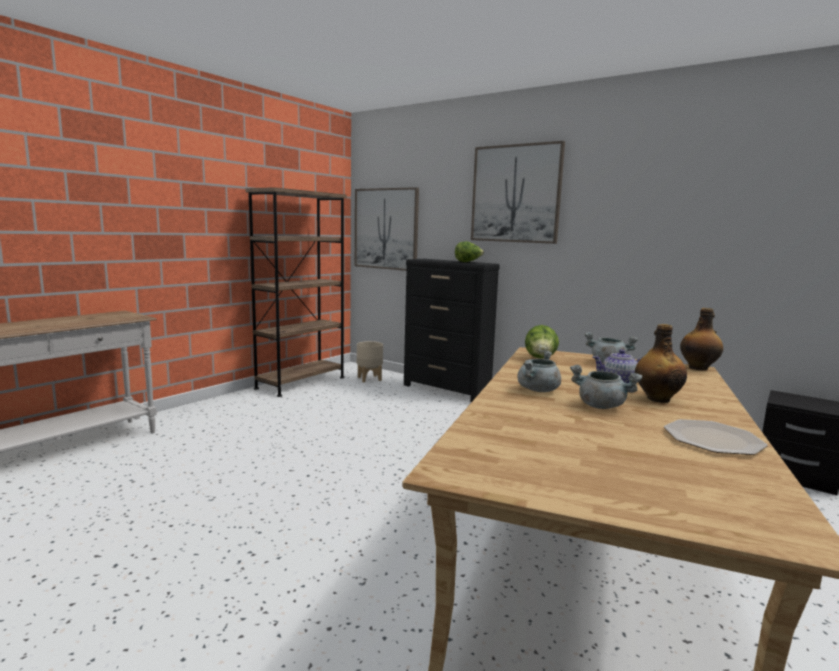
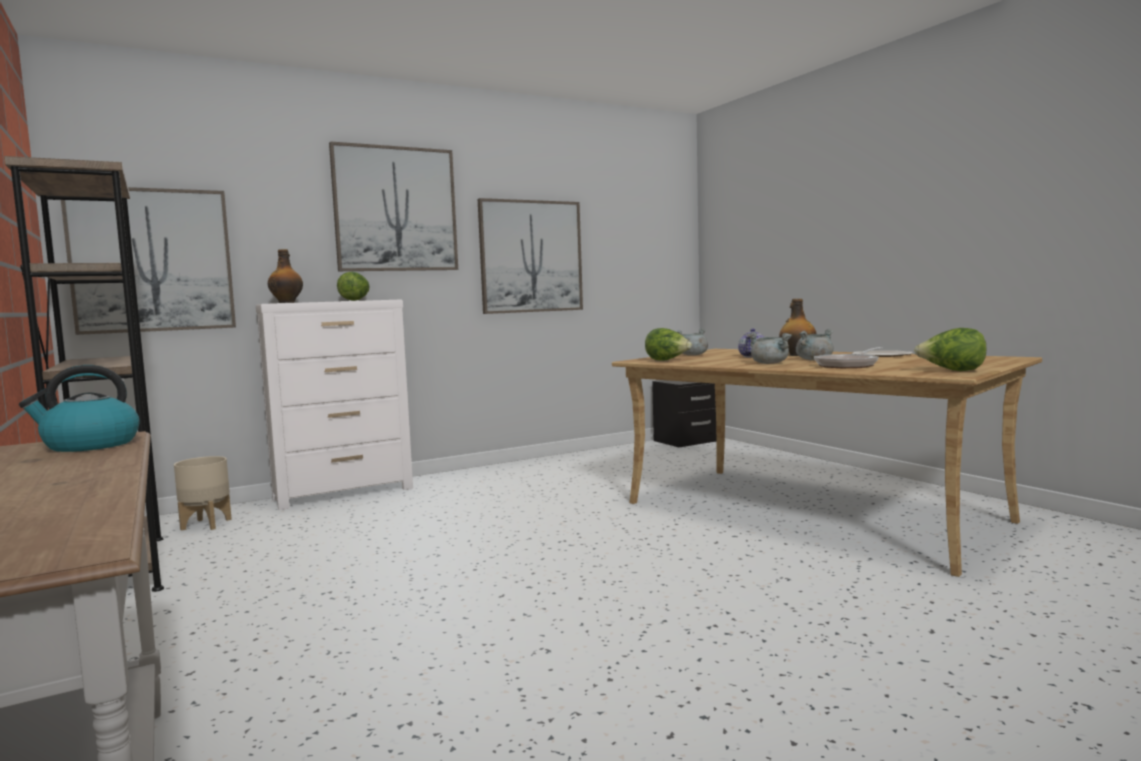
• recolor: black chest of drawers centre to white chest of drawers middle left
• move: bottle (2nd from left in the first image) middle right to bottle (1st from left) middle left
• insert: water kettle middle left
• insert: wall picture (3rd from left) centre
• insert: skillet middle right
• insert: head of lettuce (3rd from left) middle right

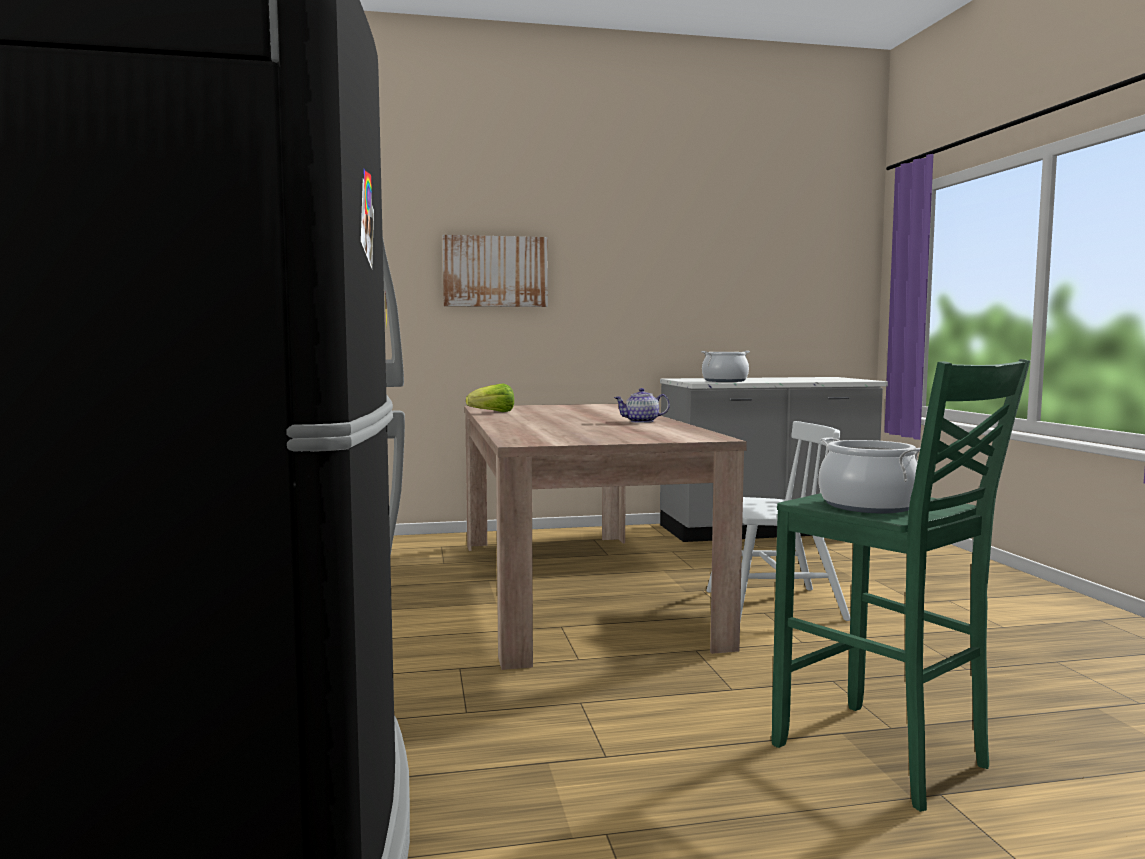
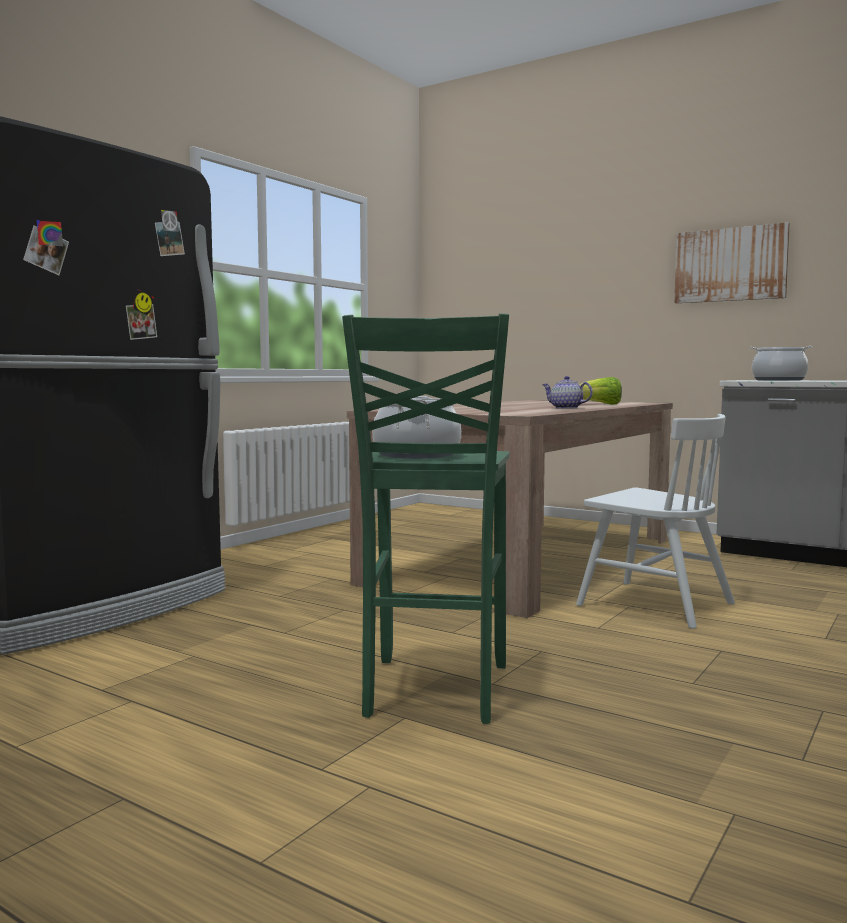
• move: wall picture top centre to top right
• move: head of lettuce centre to middle right

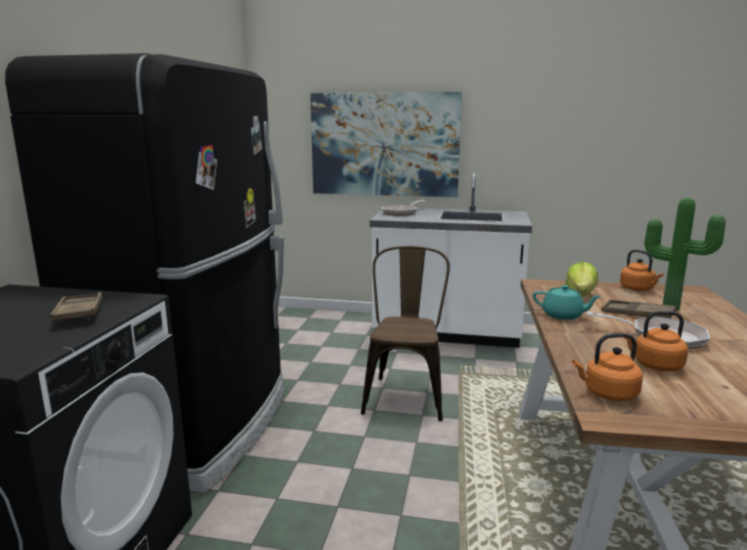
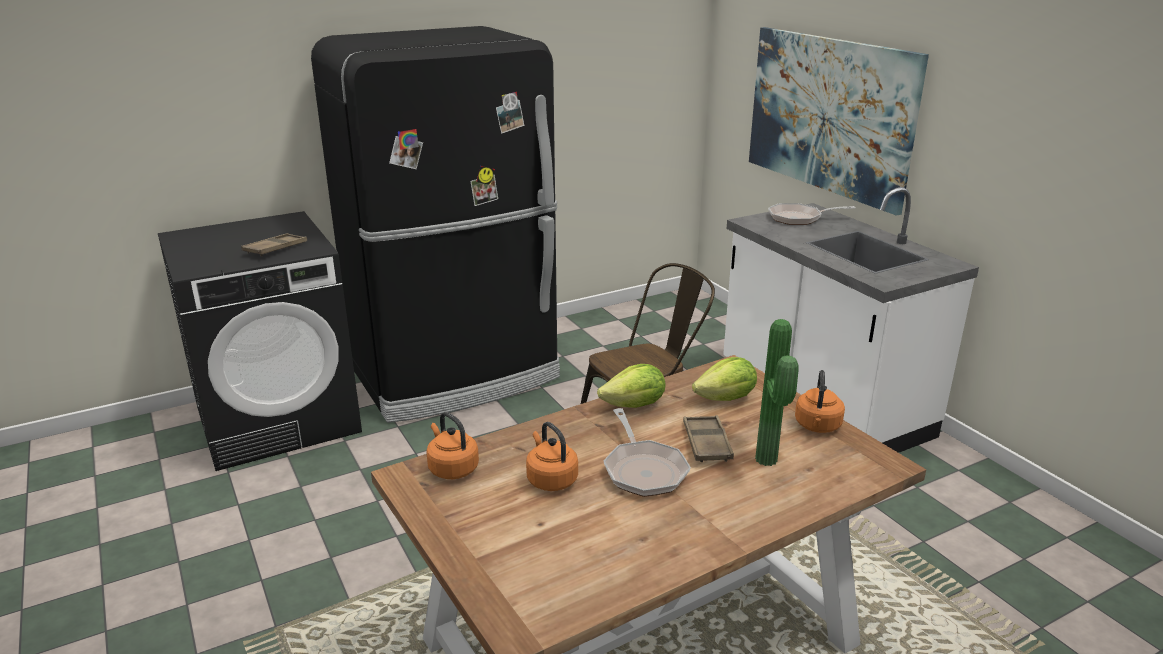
• replace: blue-green teapot middle right to head of lettuce (1st from left) centre

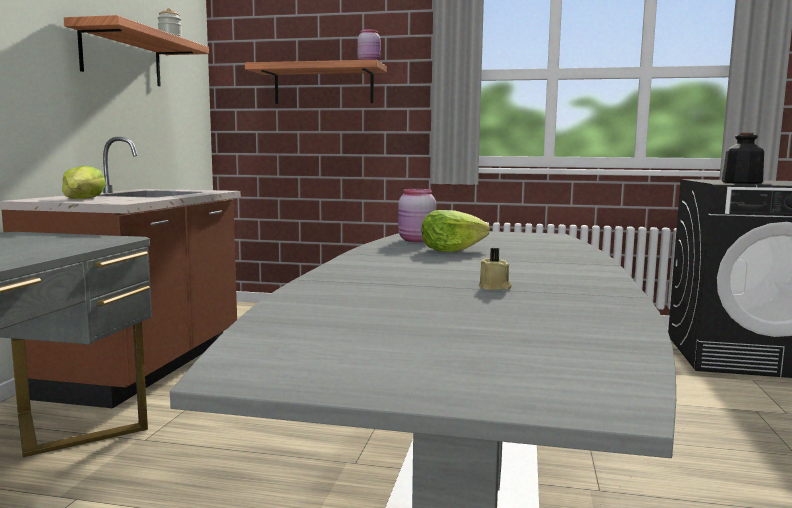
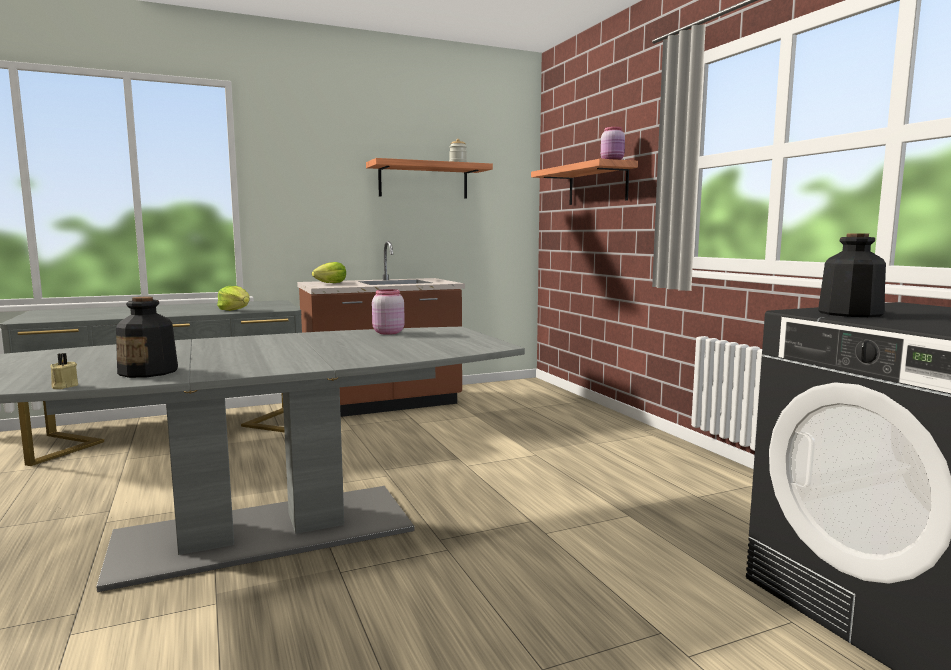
• move: head of lettuce (2nd from left in the first image) centre to head of lettuce (1st from left) middle left
• move: sand-coloured wax candle centre to middle left
• insert: bottle (1st from left) middle left

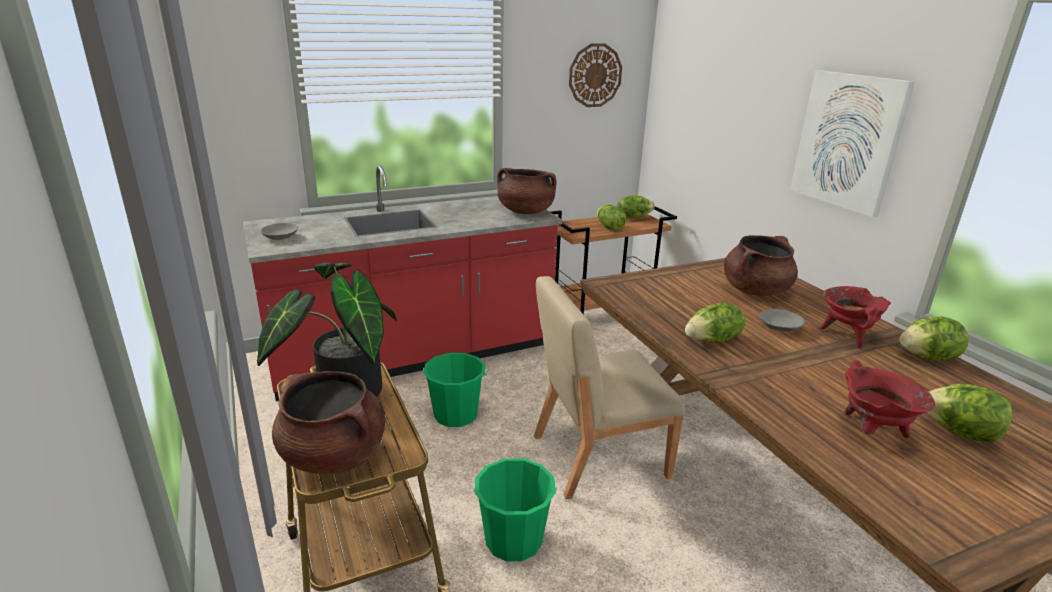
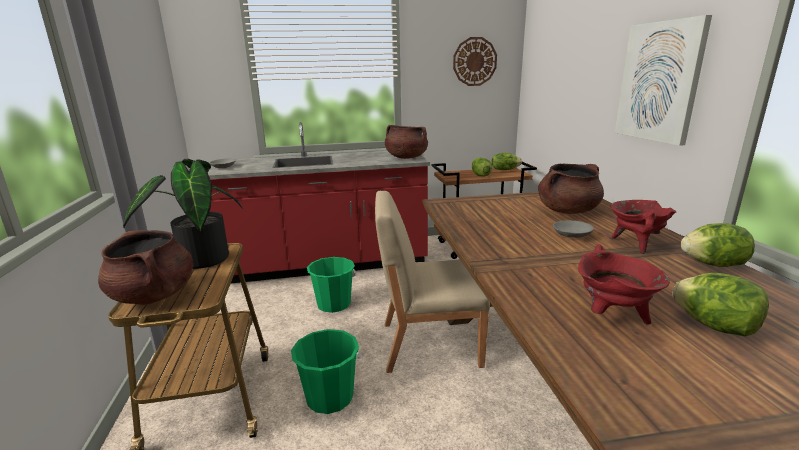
• delete: head of lettuce (3rd from left) middle right

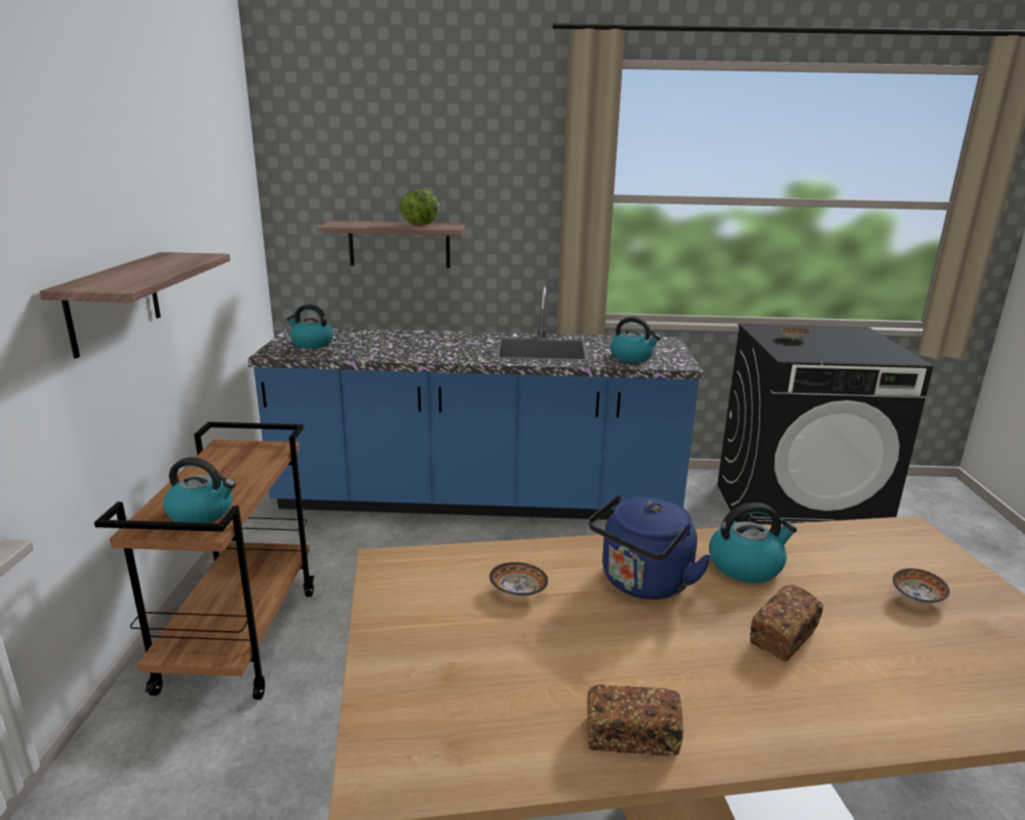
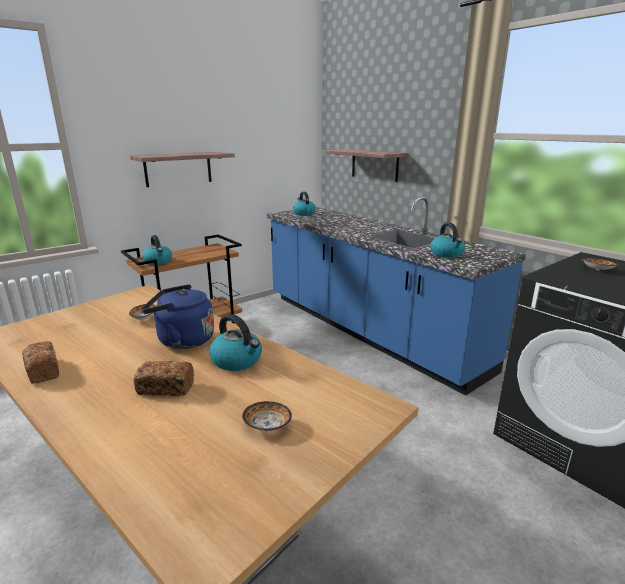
• delete: head of lettuce top centre

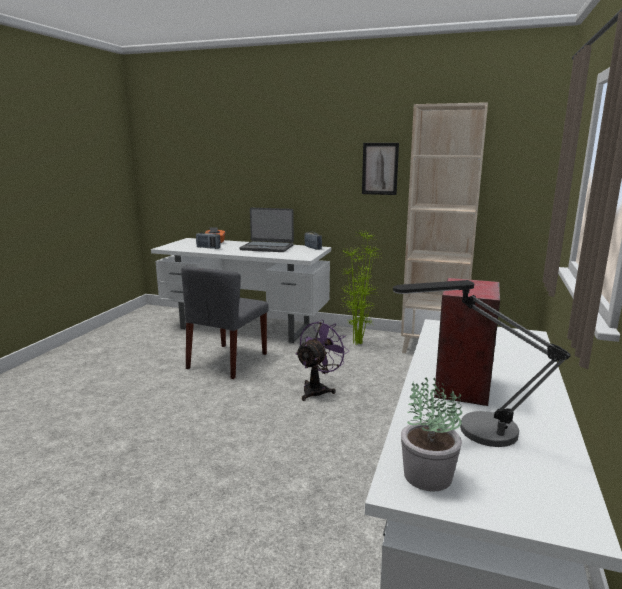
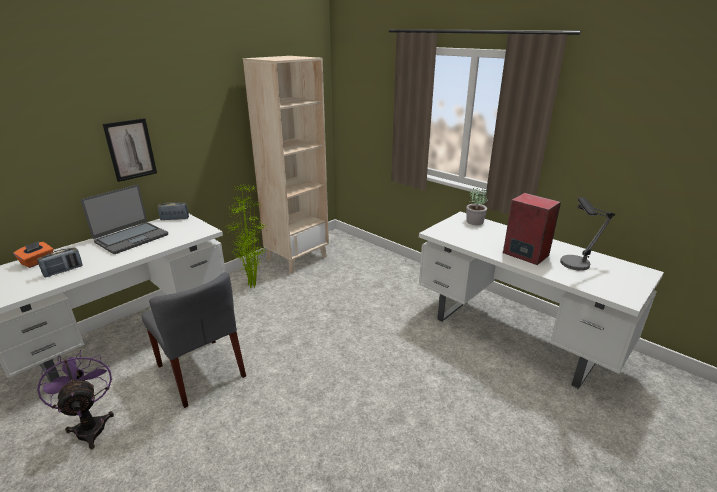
• move: purple fan centre to bottom left
• move: wall picture top centre to top left
• move: potted plant (2nd from left) bottom right to centre

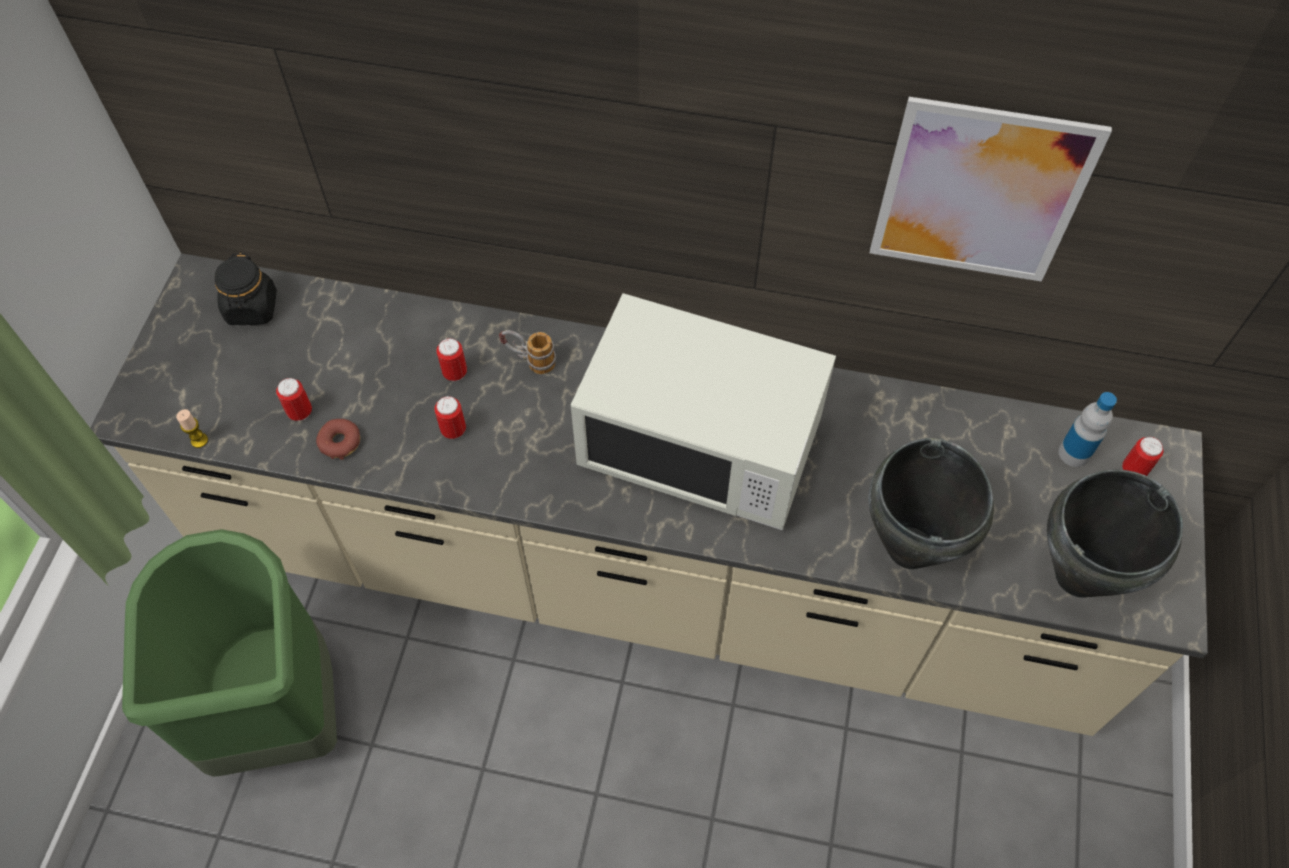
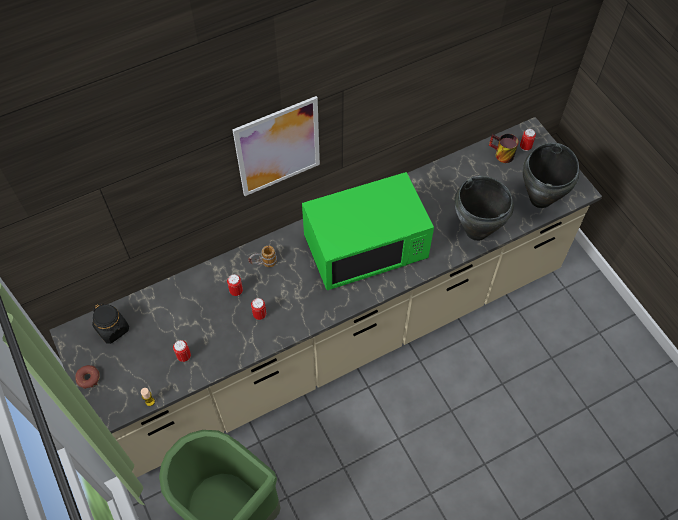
• move: donut middle left to bottom left
• recolor: white microwave oven centre to greenish microwave oven centre
• move: wall picture top right to top centre
• replace: bottle middle right to mug (2nd from left) top right

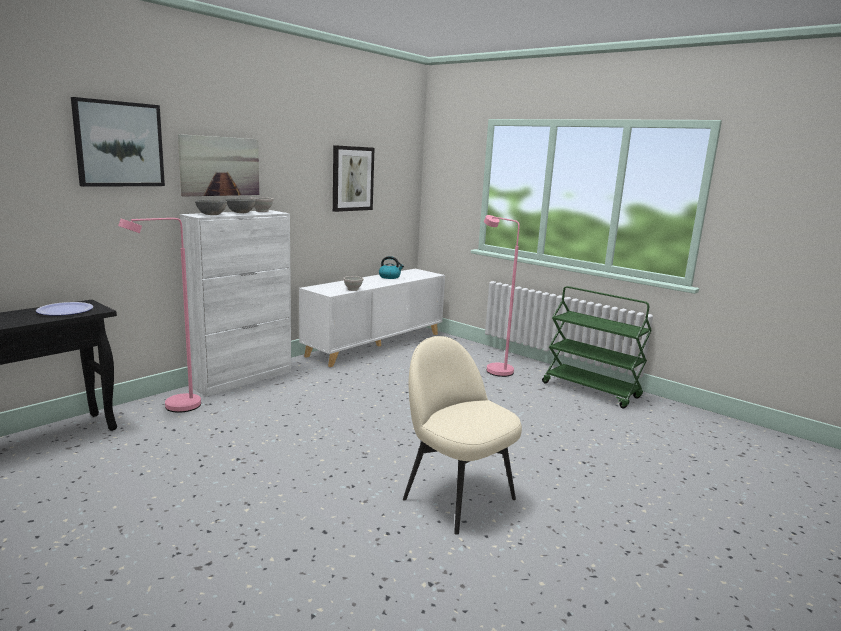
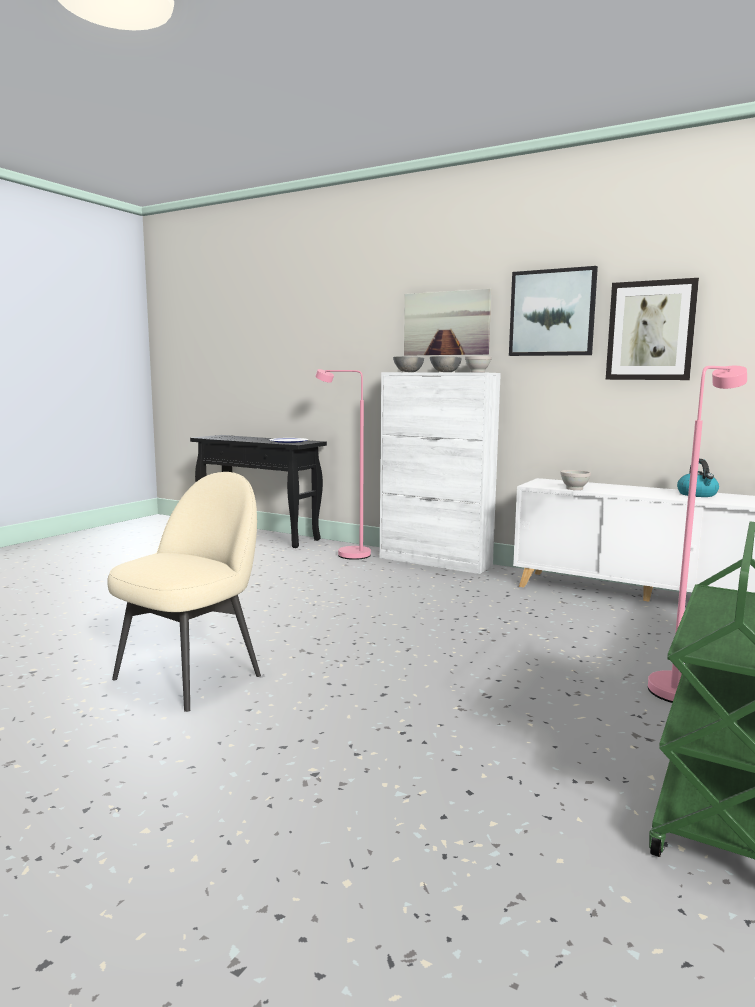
• move: wall picture (1st from left in the first image) top left to wall picture (2nd from left) top right

